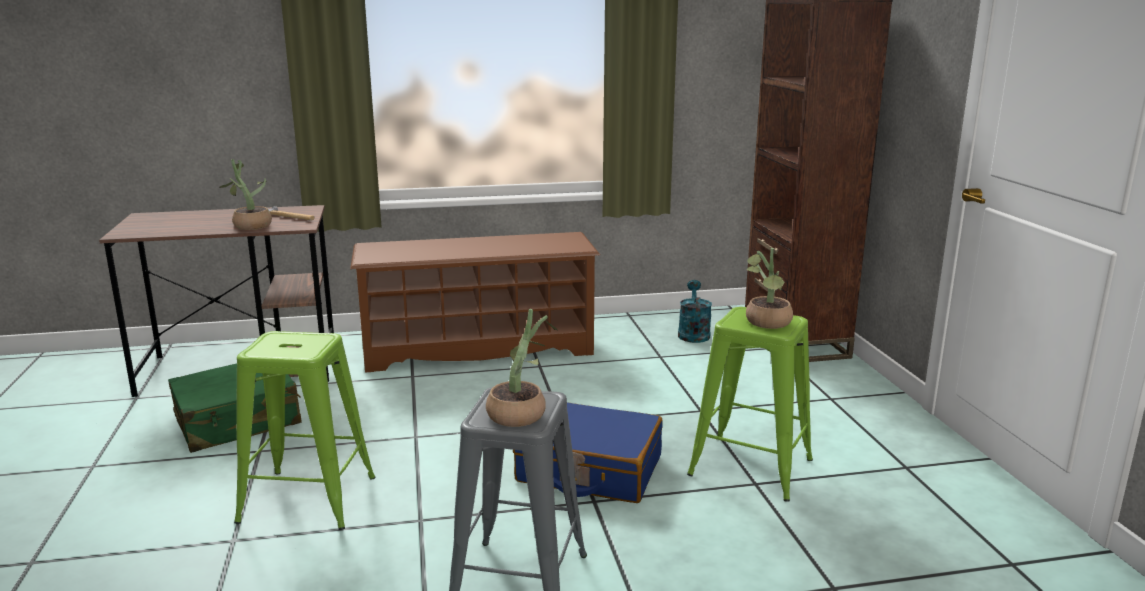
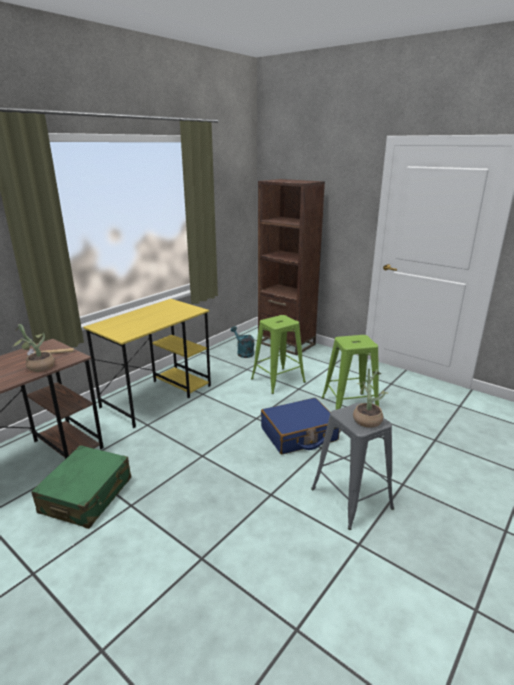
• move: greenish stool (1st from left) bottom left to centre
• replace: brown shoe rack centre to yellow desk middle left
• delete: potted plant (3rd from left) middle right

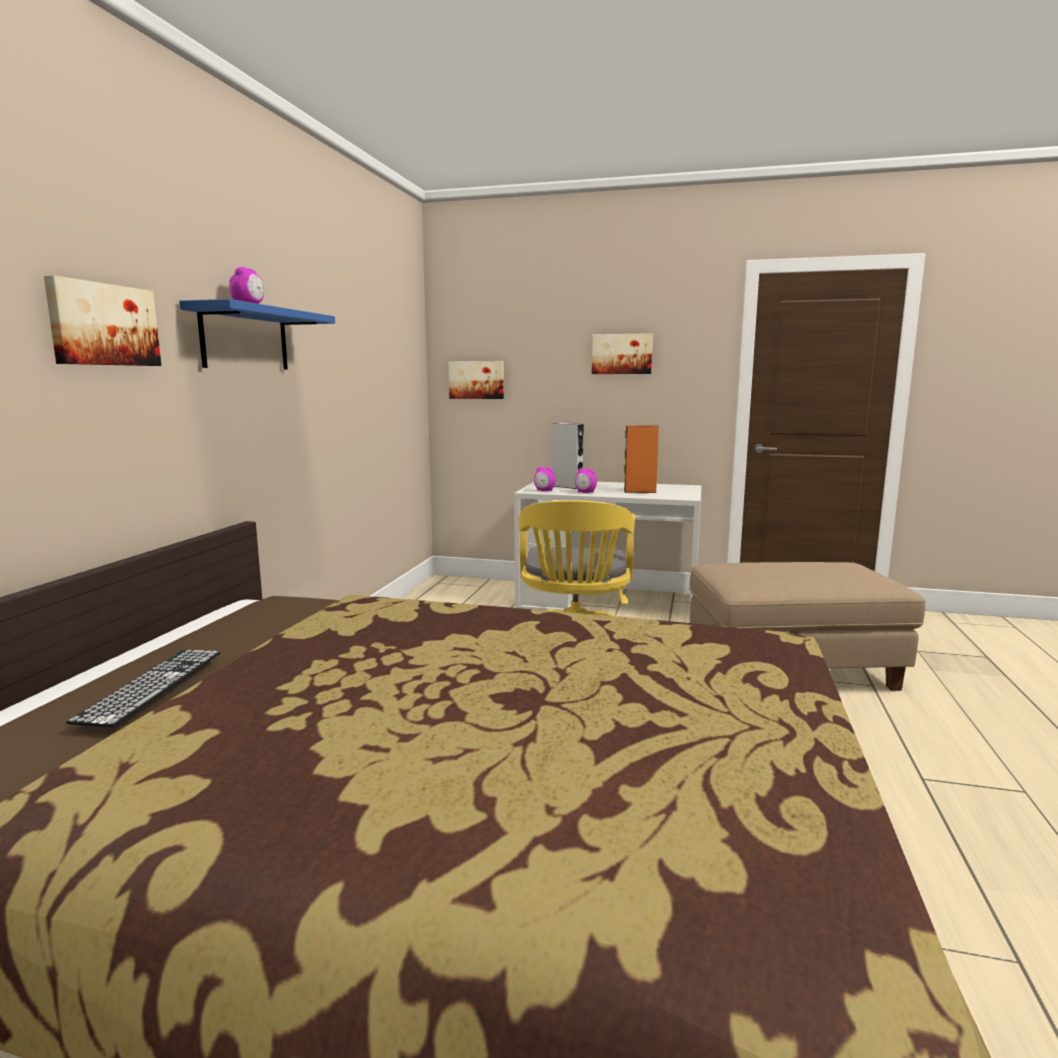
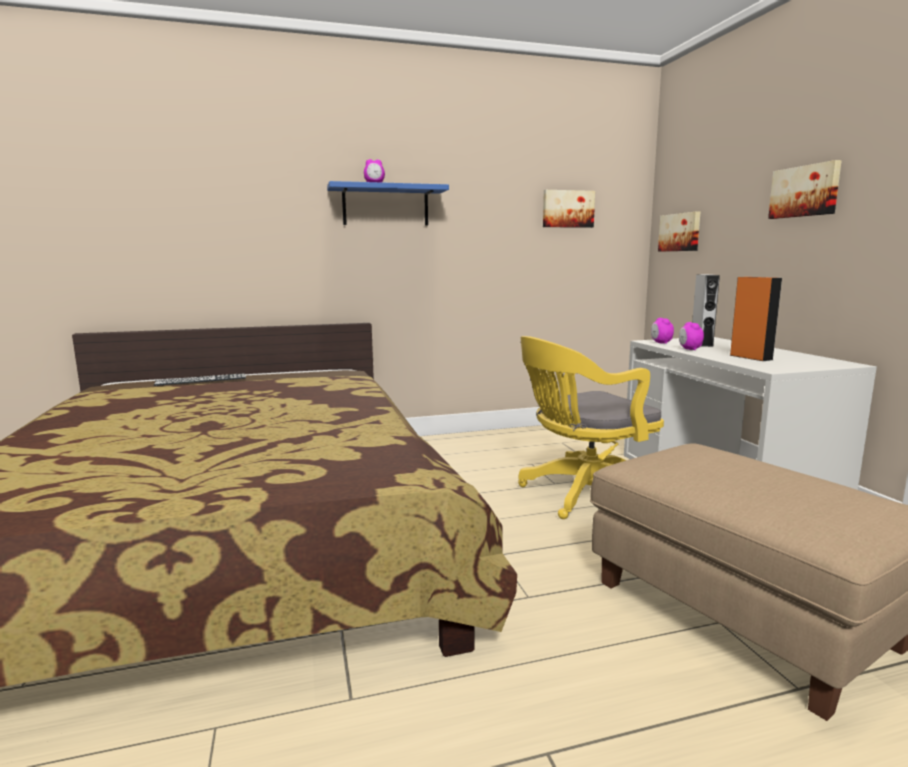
• move: wall picture (1st from left) top left to top centre

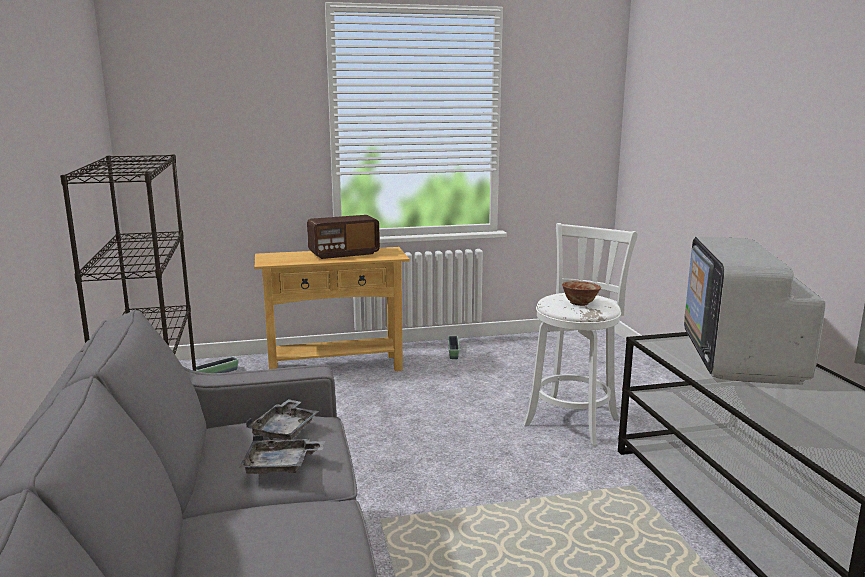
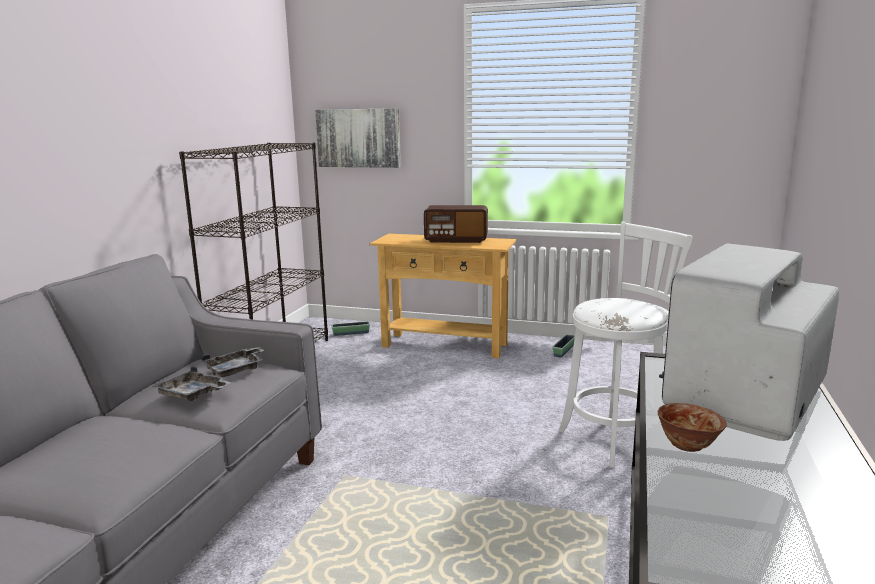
• move: serving bowl middle right to bottom right
• insert: wall picture top centre

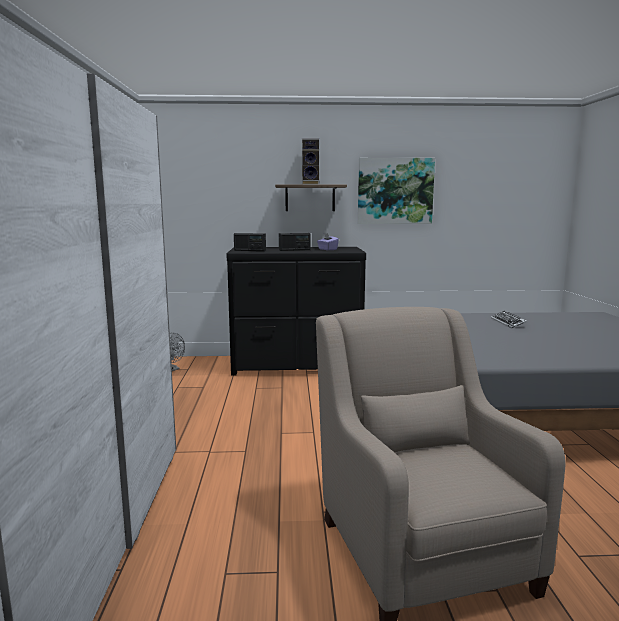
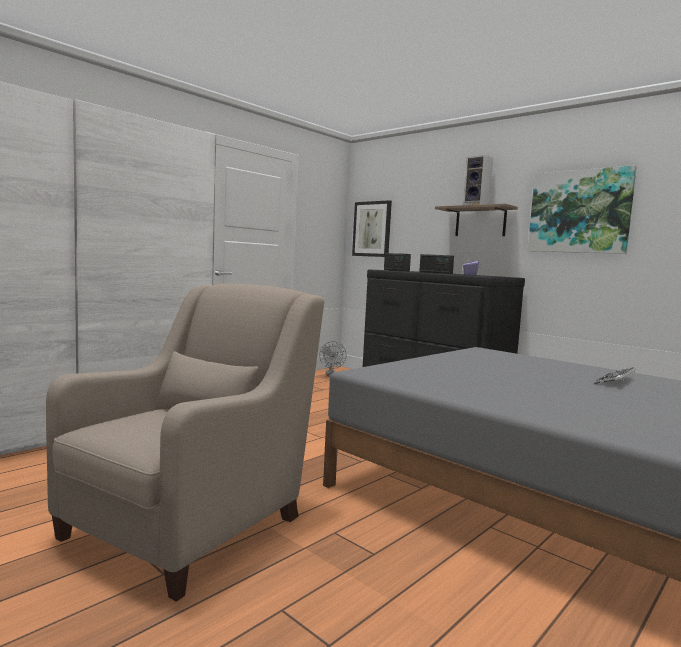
• insert: wall picture (1st from left) centre

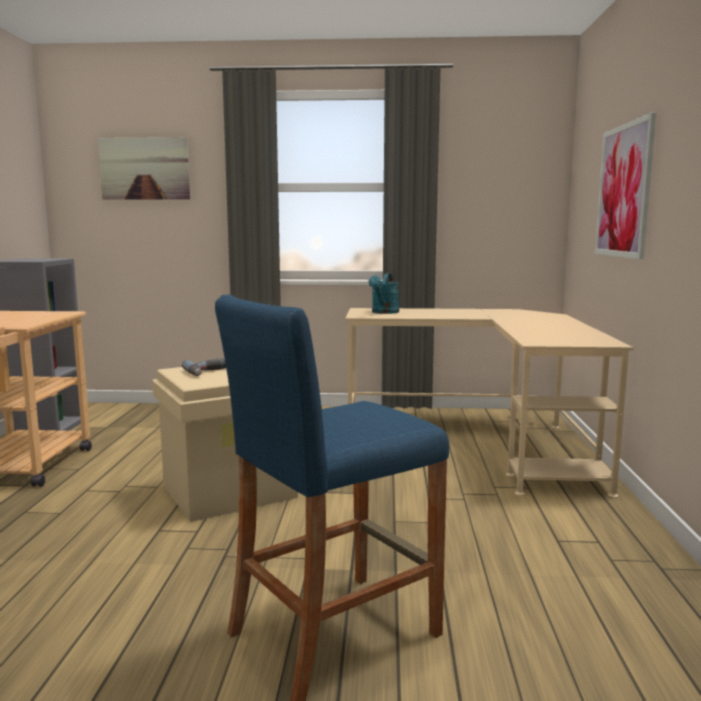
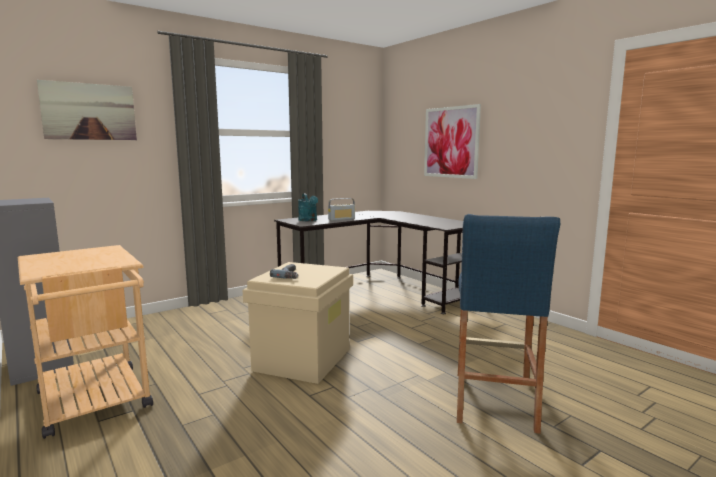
• recolor: sand-coloured desk middle right to black desk centre
• insert: radio set centre

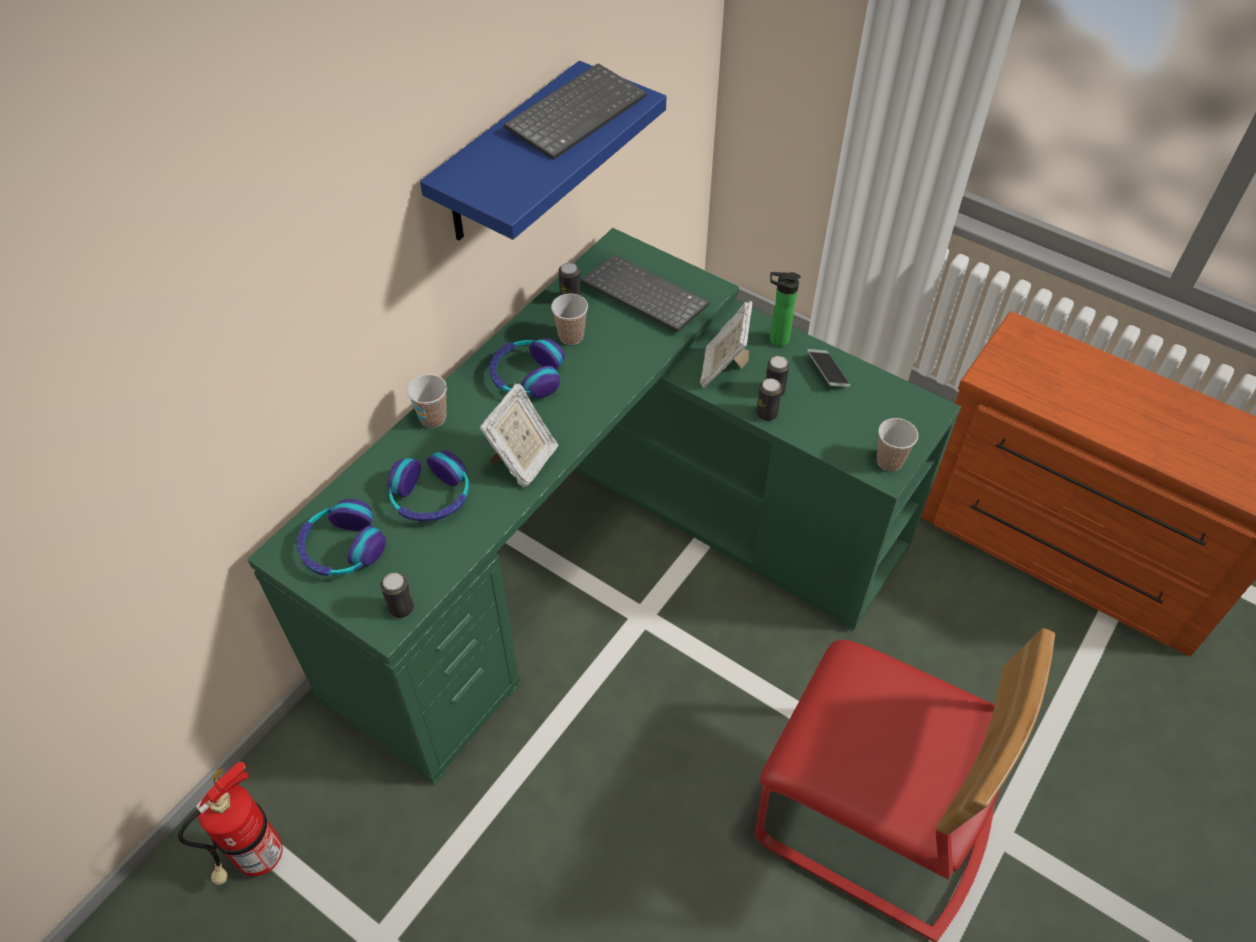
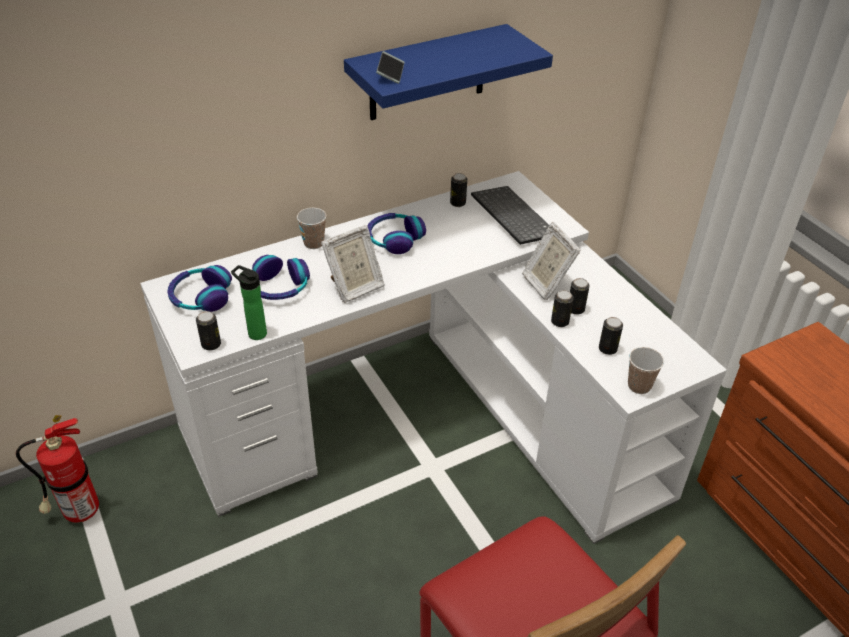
• recolor: greenish desk centre to white desk centre
• delete: keyboard (1st from left) top centre
• delete: drinking cup (2nd from left) centre
• rotate: photo frame (2nd from left) centre = centre 60 degrees counterclockwise
• move: bottle top centre to middle left
• move: handset centre to top centre
• insert: can (5th from left) middle right

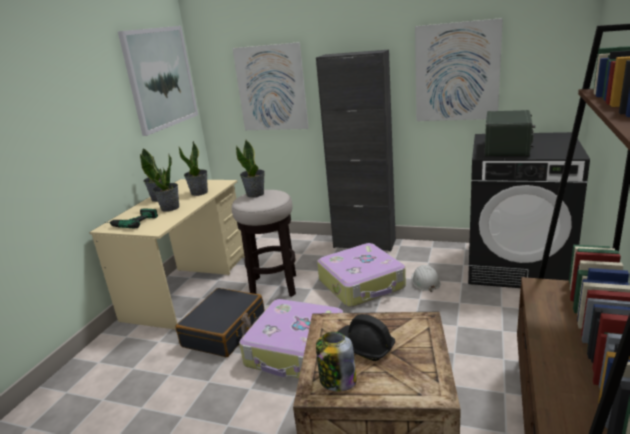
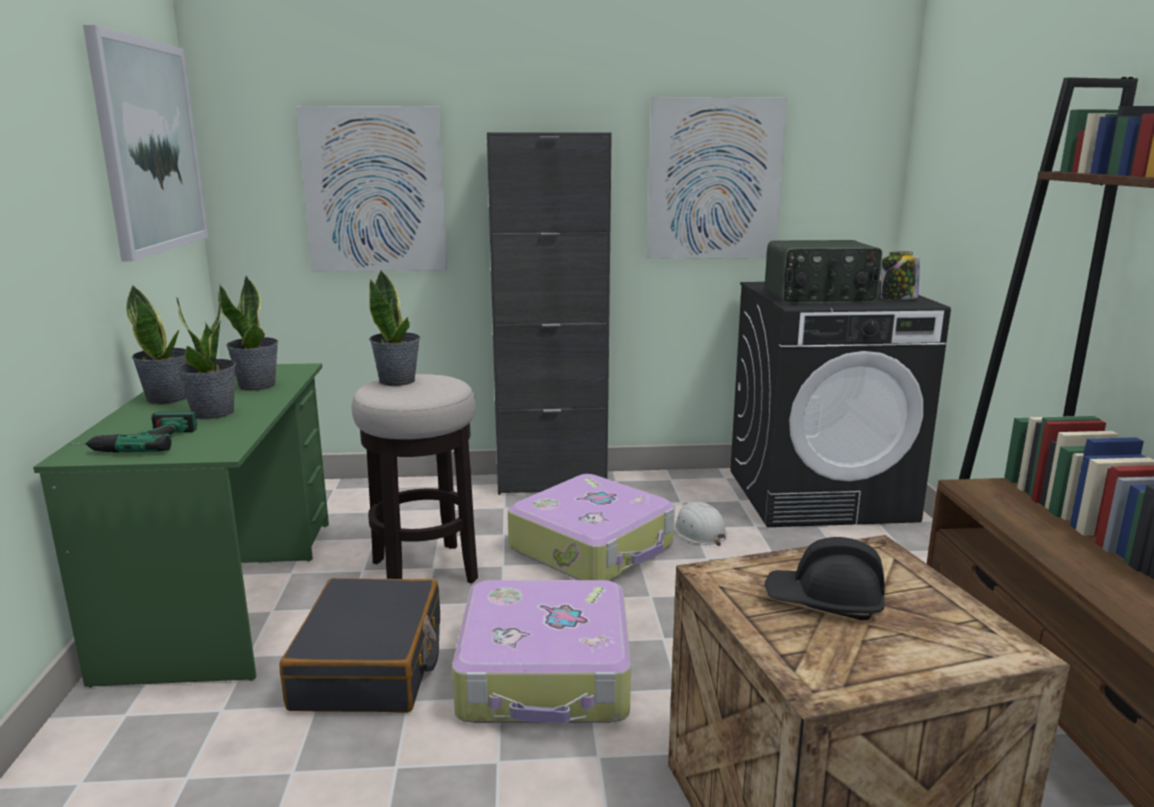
• recolor: sand-coloured desk middle left to greenish desk middle left
• move: jar bottom centre to middle right
• rotate: radio set top right = middle right 90 degrees clockwise

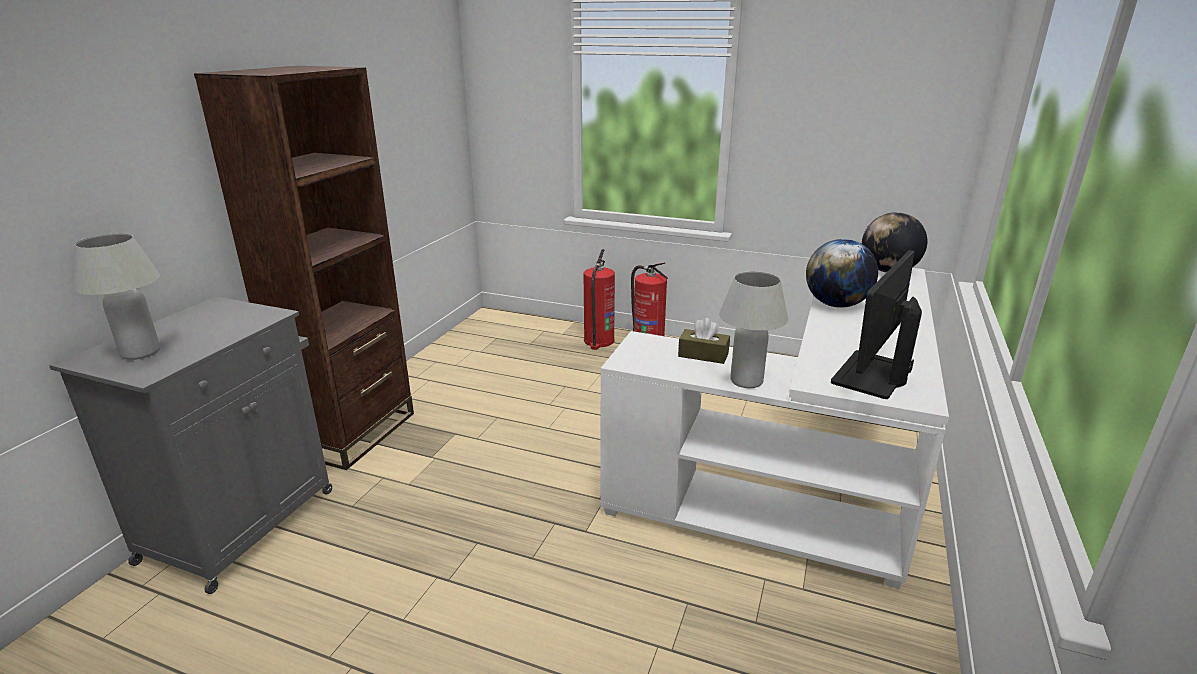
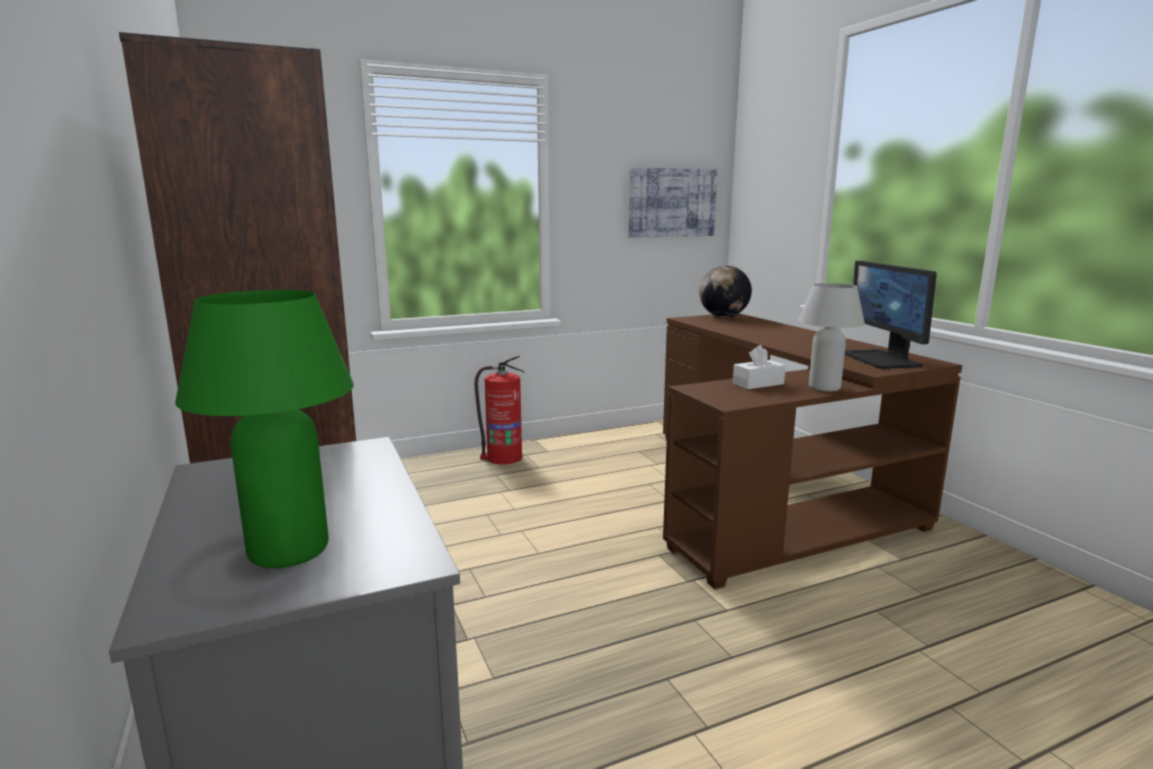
• recolor: white tabletop lamp (1st from left) middle left to greenish tabletop lamp middle left
• delete: fire extinguisher (1st from left) centre
• recolor: white desk centre to brown desk middle right
• recolor: brown box of tissues centre to white box of tissues centre
• delete: globe (1st from left) middle right
• insert: wall picture top centre

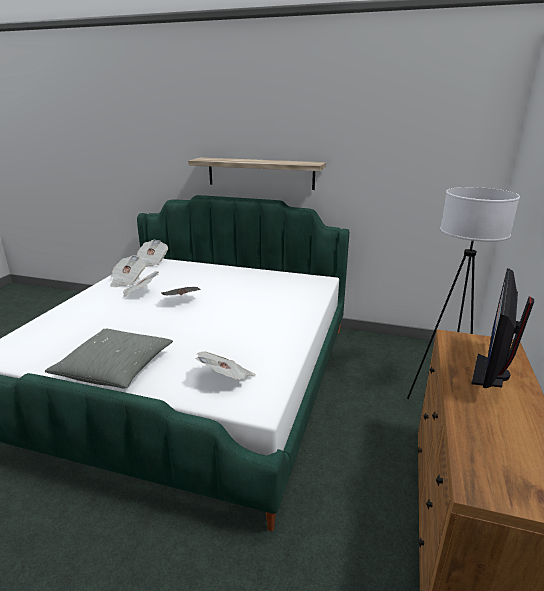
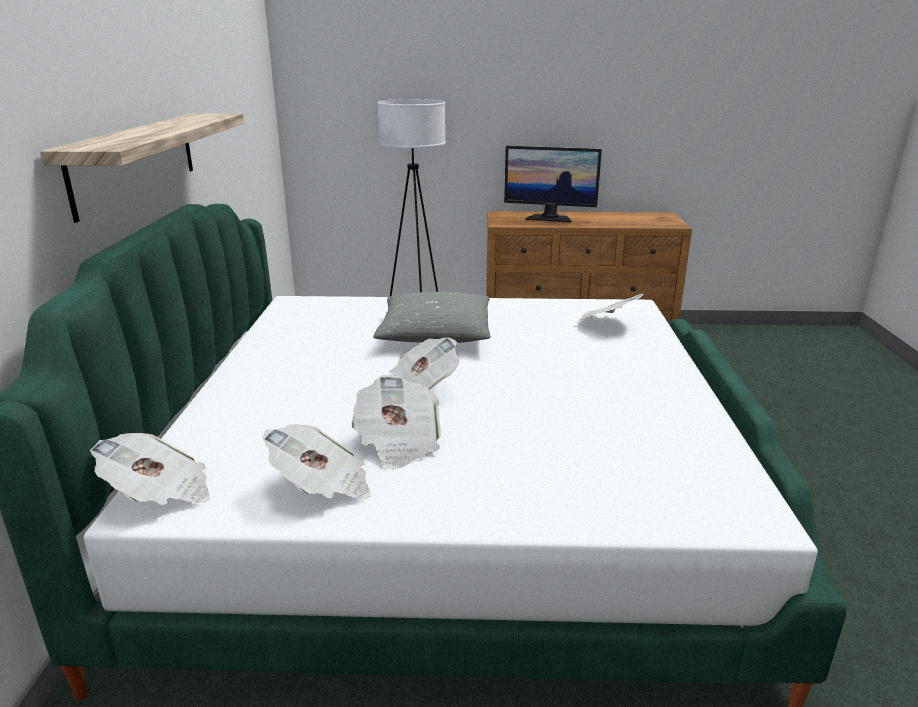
• move: grey throw pillow middle left to centre

